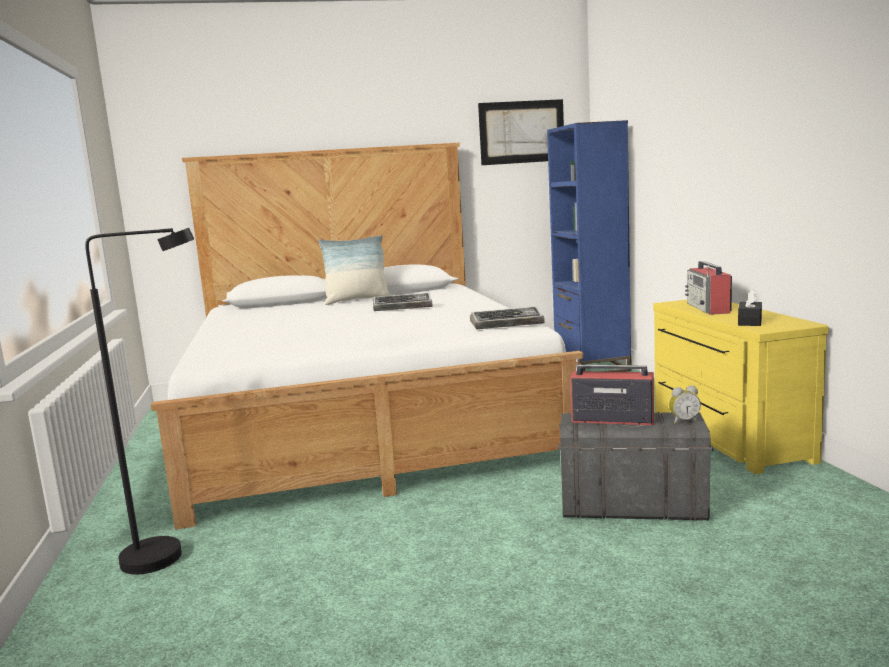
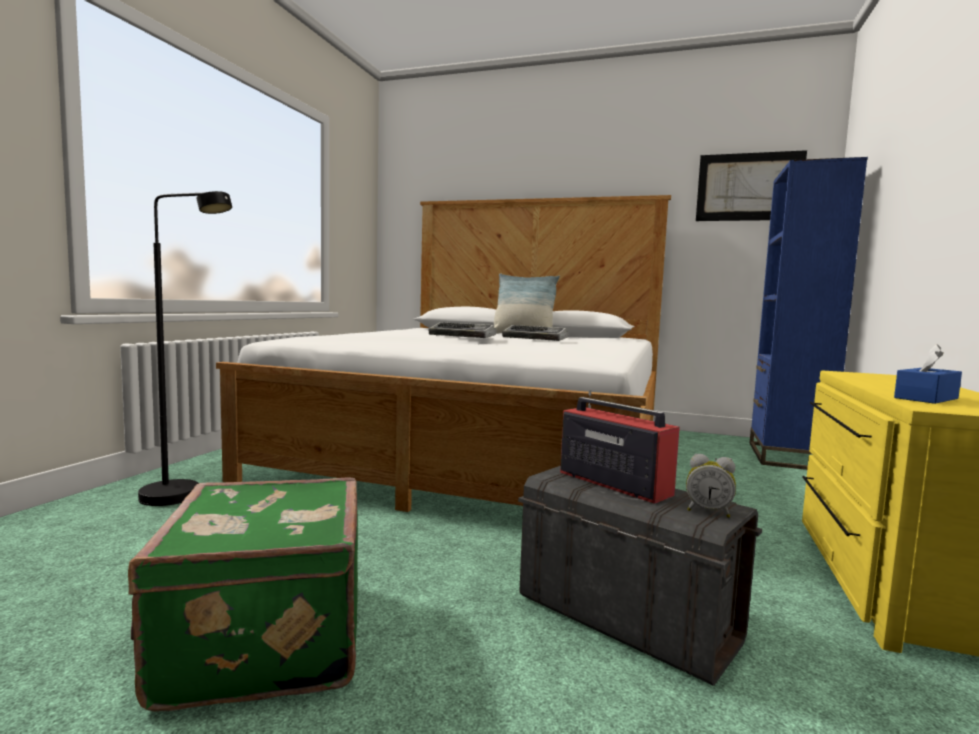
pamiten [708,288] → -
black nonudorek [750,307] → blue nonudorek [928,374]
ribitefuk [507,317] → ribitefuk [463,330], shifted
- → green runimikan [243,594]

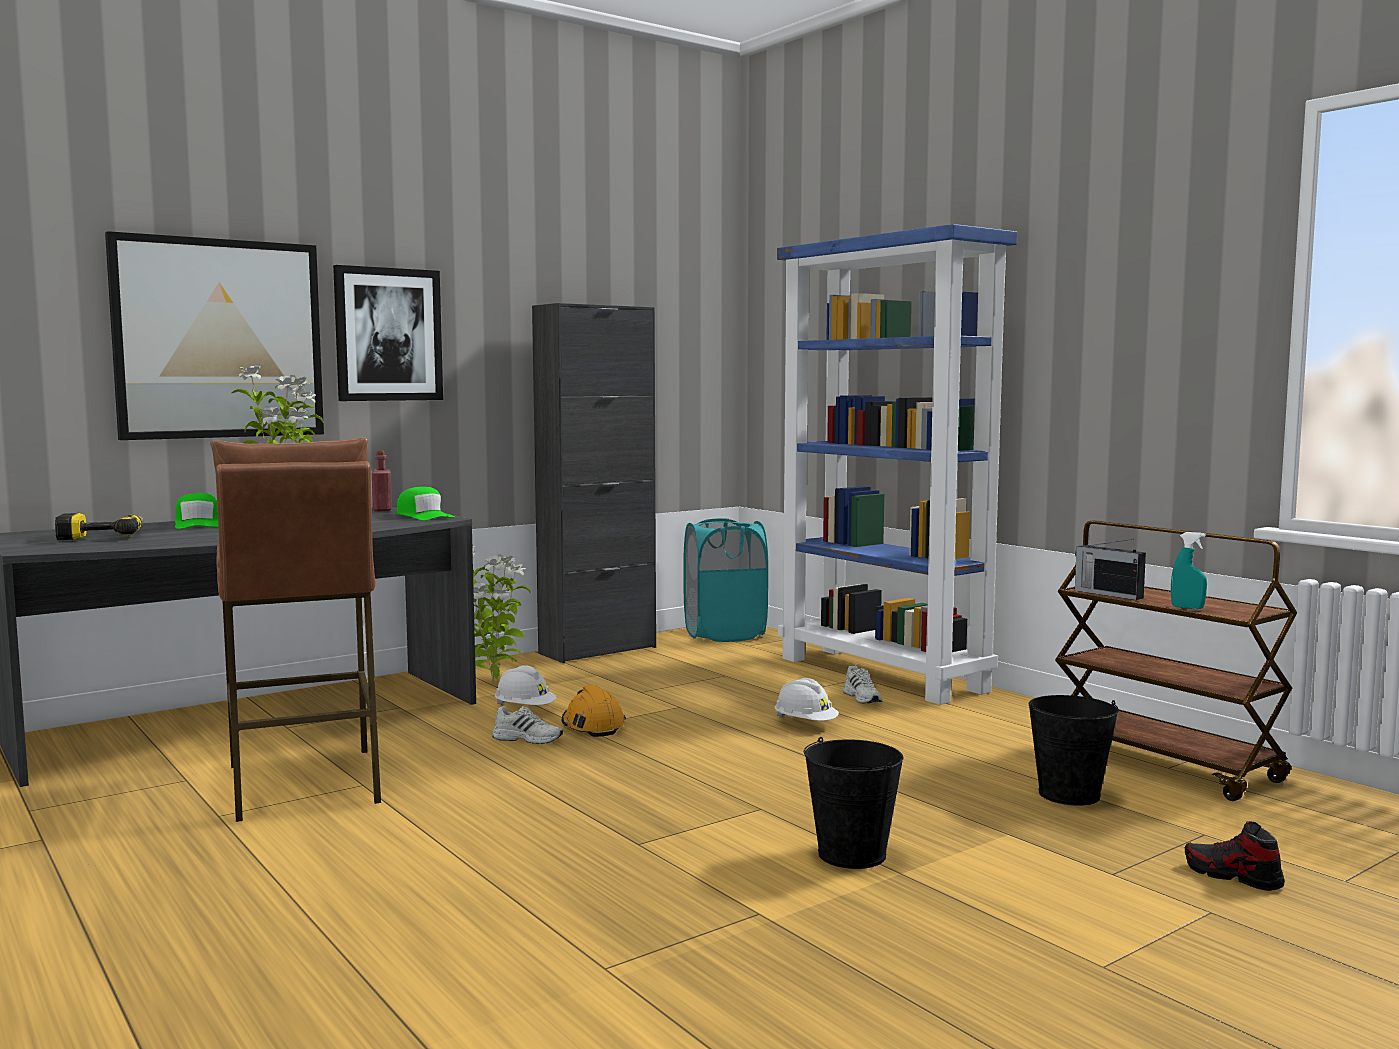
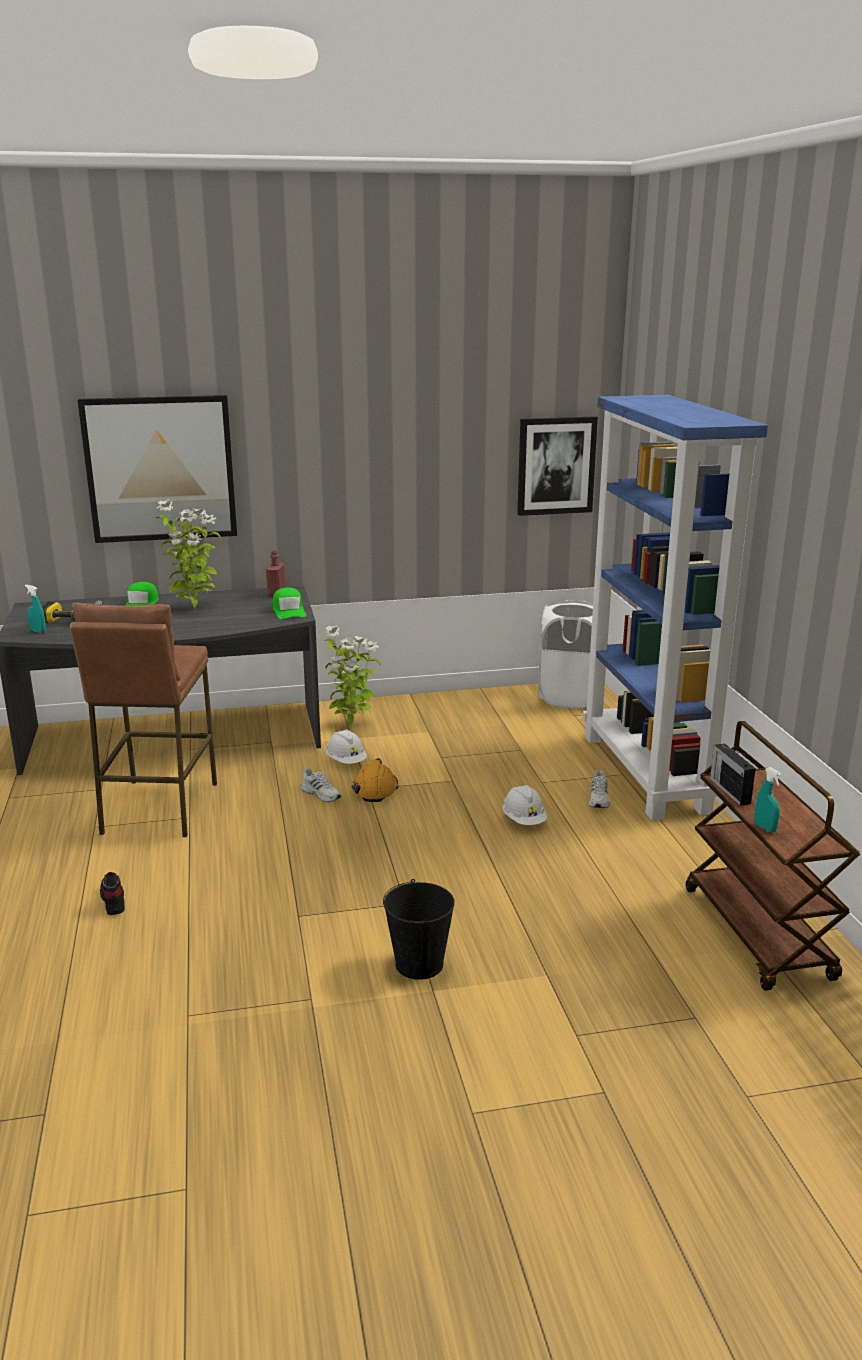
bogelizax [388,333] → bogelizax [557,466], shifted
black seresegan [594,483] → -
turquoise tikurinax [726,580] → white tikurinax [565,654]
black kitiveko [1074,750] → -
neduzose [1234,856] → neduzose [112,893], shifted
- → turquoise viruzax [35,609]

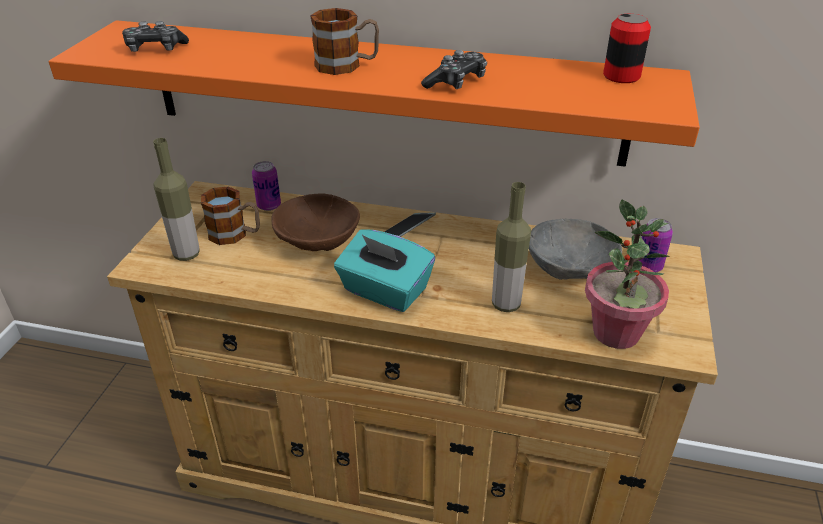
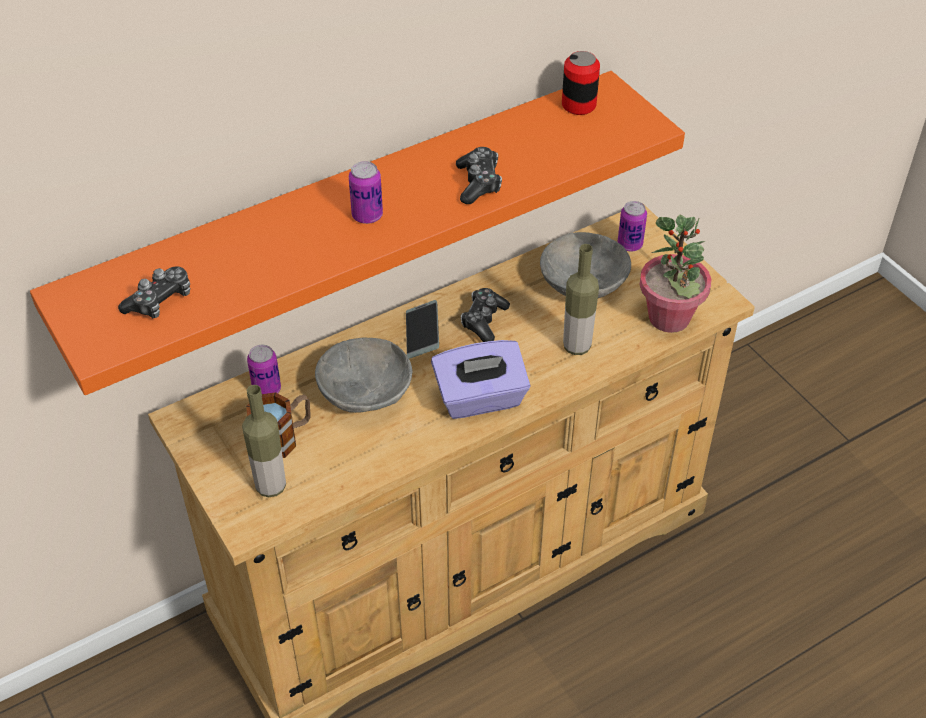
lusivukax [344,41] → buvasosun [366,192]
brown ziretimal [316,222] → grey ziretimal [364,375]
turquoise nonudorek [384,270] → purple nonudorek [480,379]
- → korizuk [485,315]

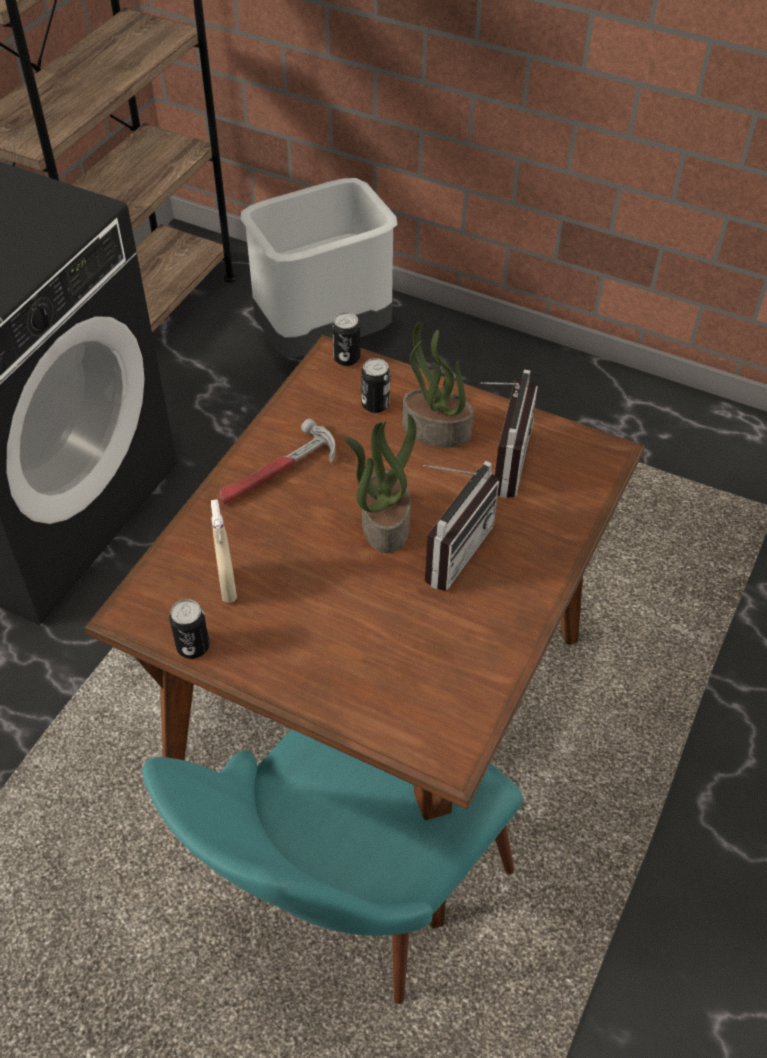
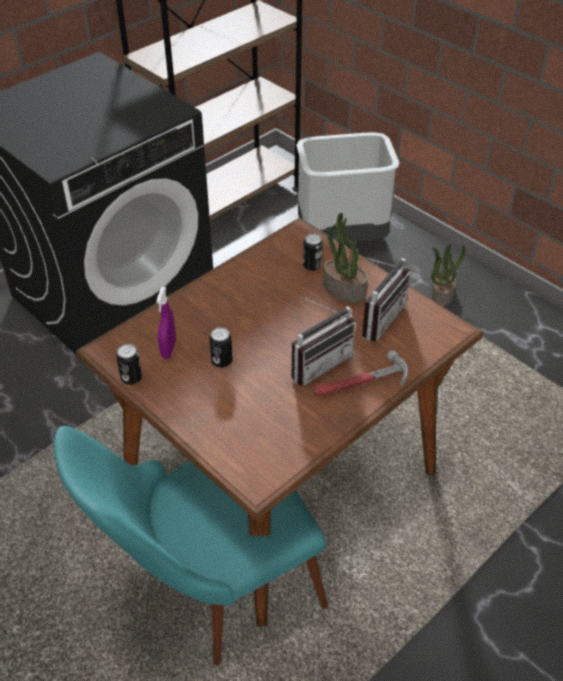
buvasosun [346,339] → buvasosun [221,347], shifted
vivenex [380,483] → vivenex [448,274], shifted
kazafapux [277,462] → kazafapux [361,373], shifted
beige viruzax [224,551] → purple viruzax [166,323]

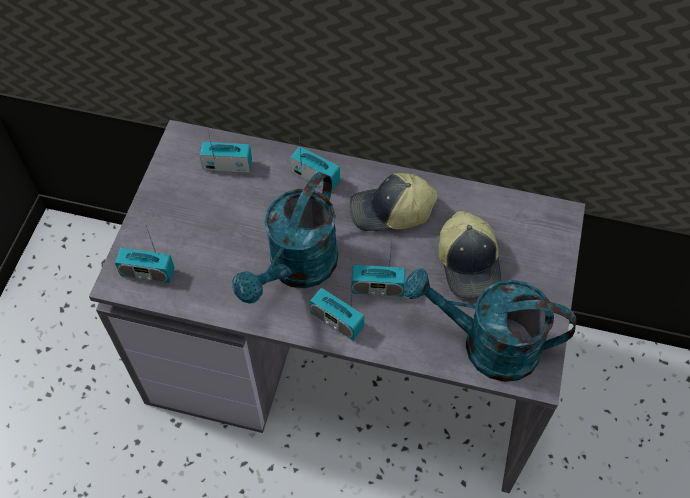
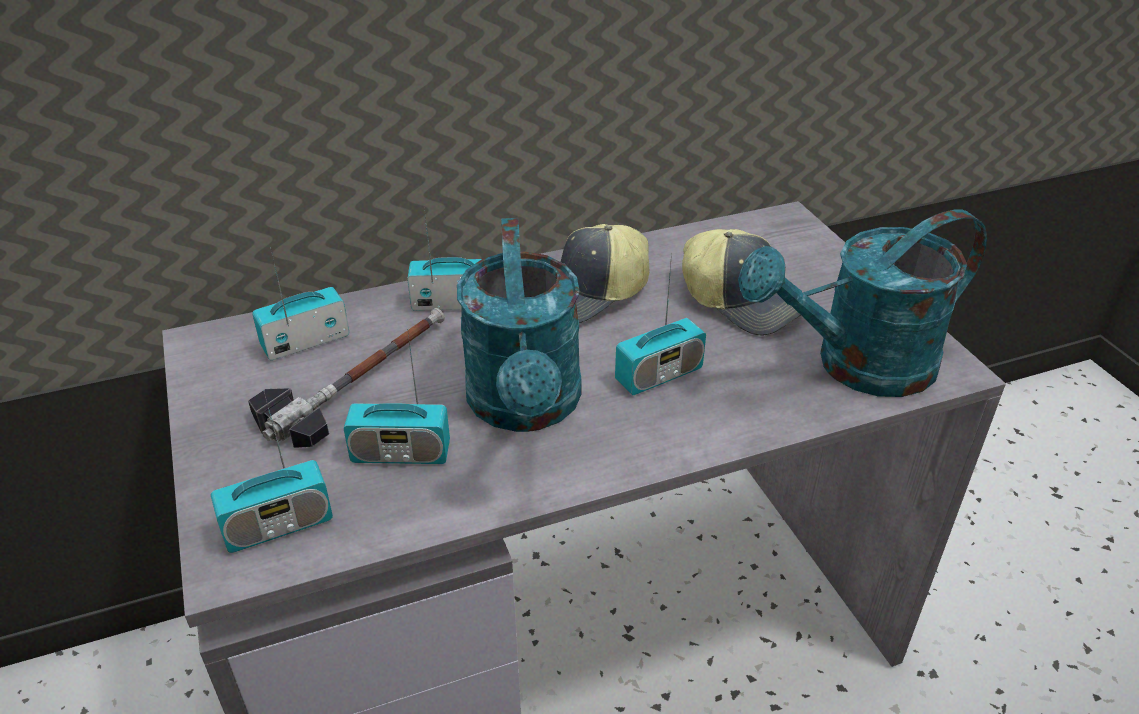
pamiten [337,314] → pamiten [397,396], shifted
- → kazafapux [346,378]

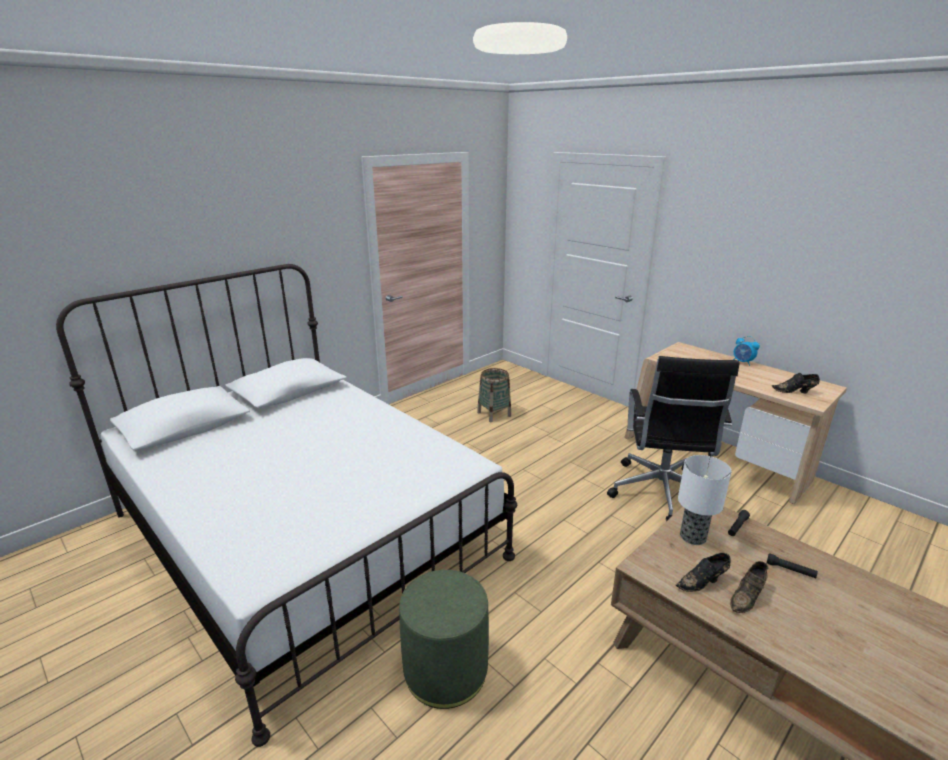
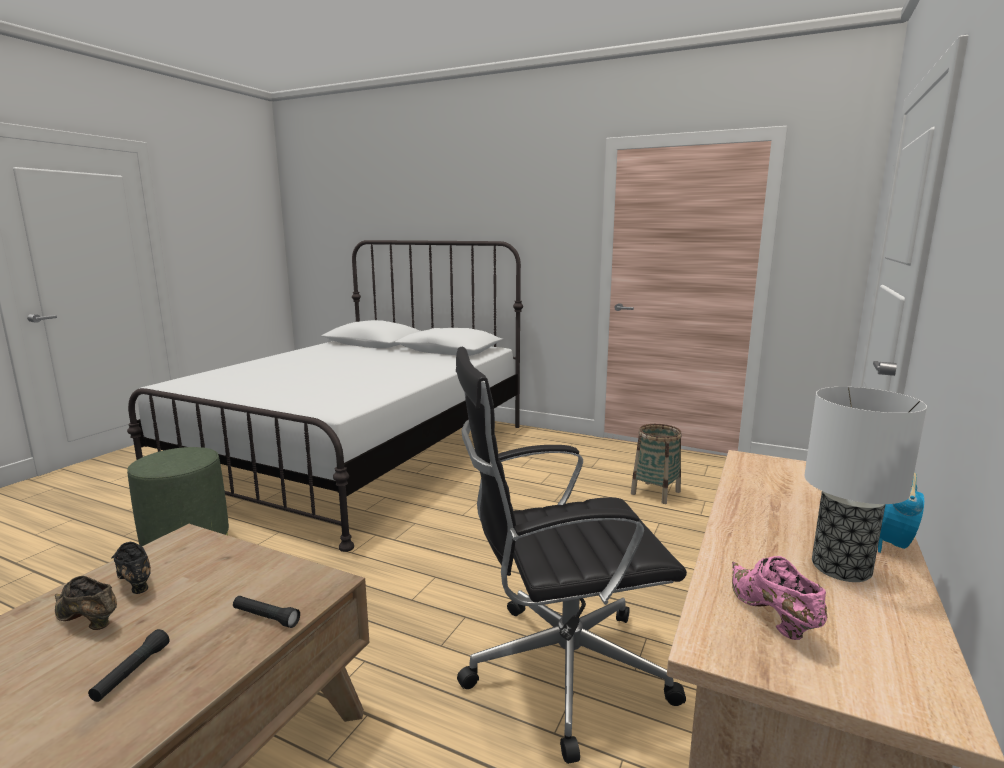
black neduzose [796,383] → pink neduzose [779,598]
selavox [705,500] → selavox [865,484], shifted

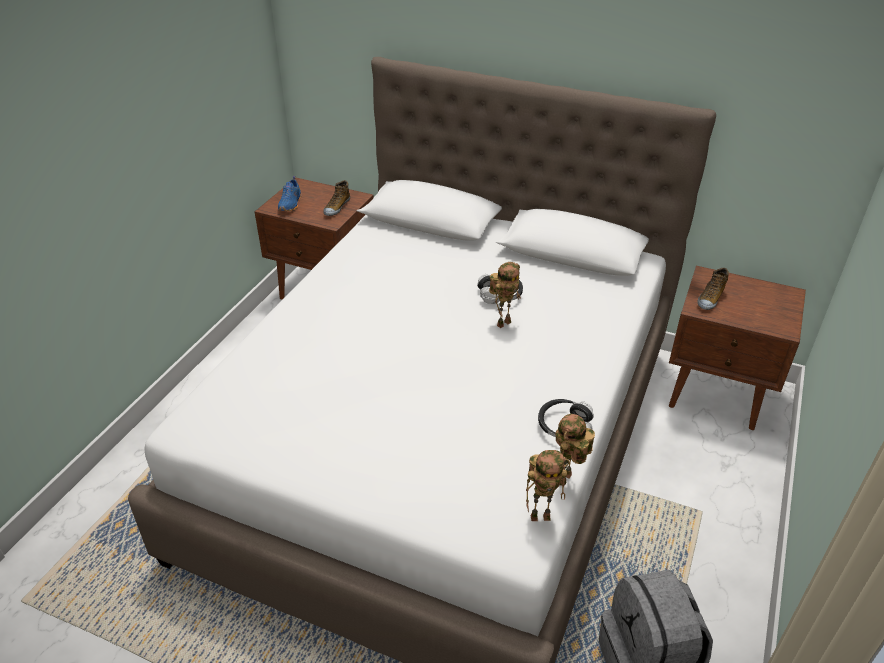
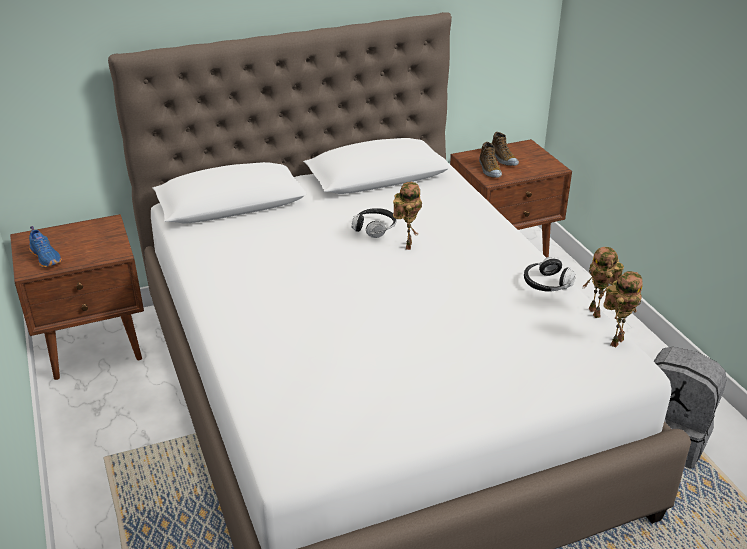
neduzose [336,198] → neduzose [505,149], shifted

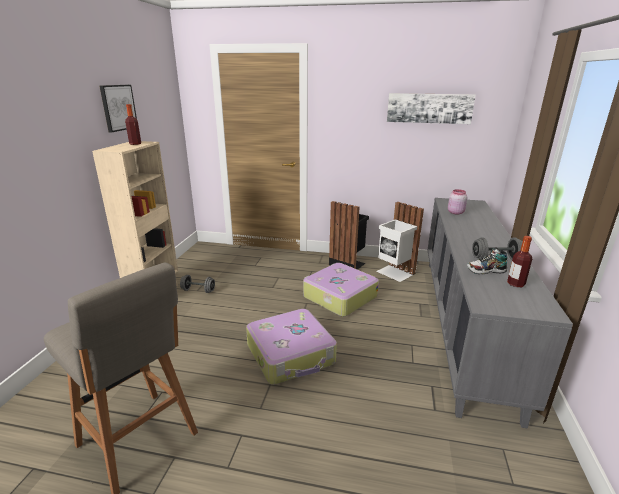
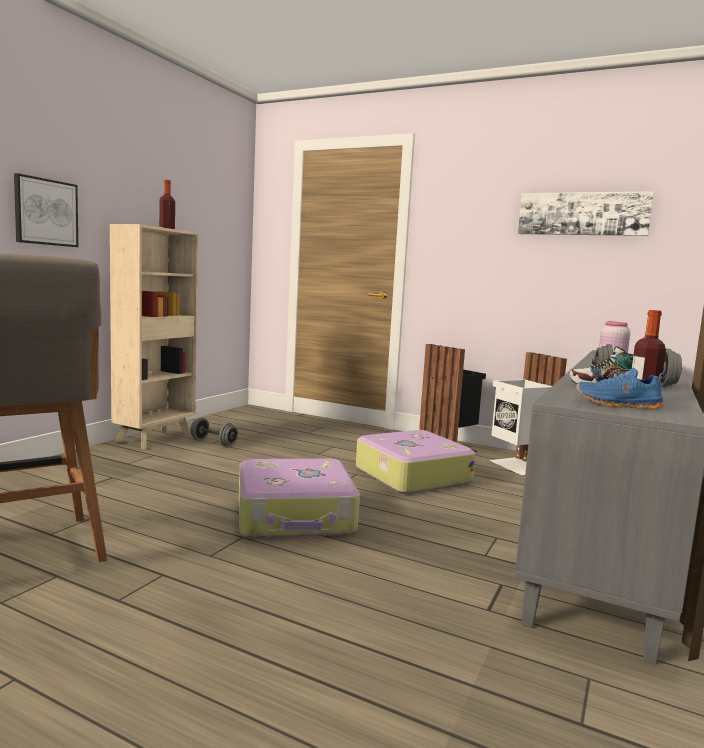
bogelizax [118,109] → bogelizax [46,210], shifted
- → blue neduzose [621,388]

